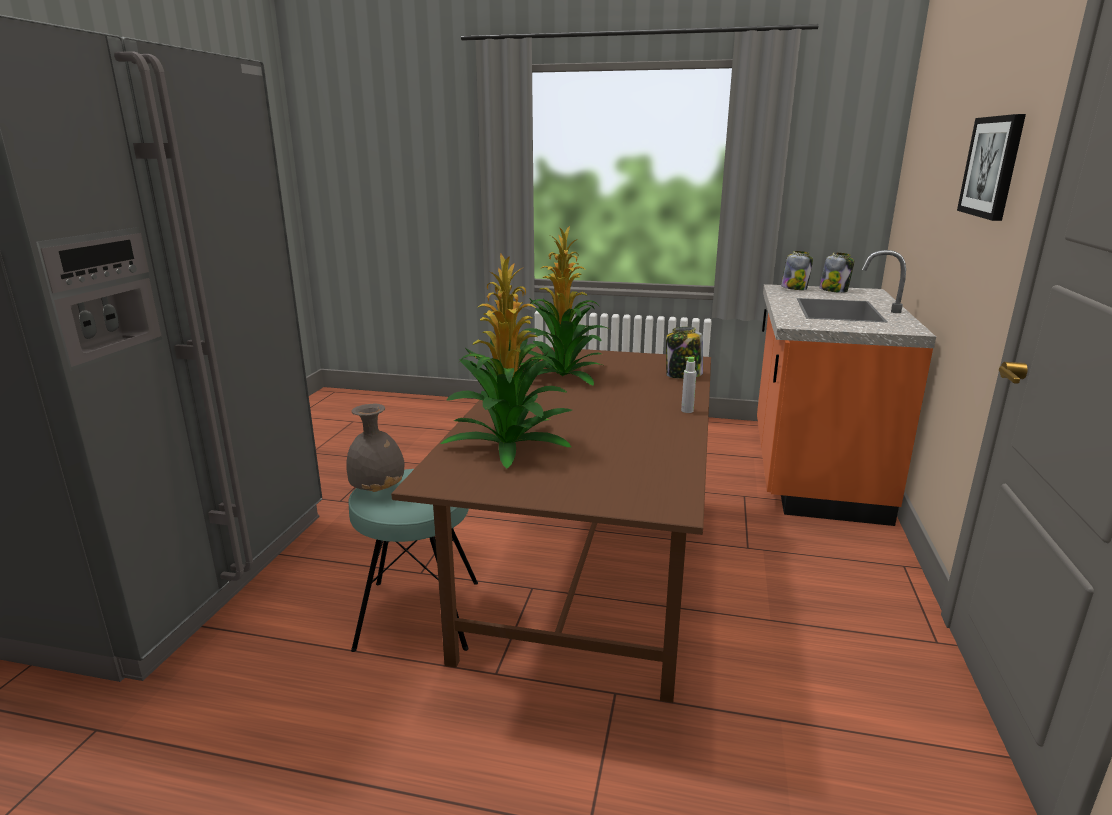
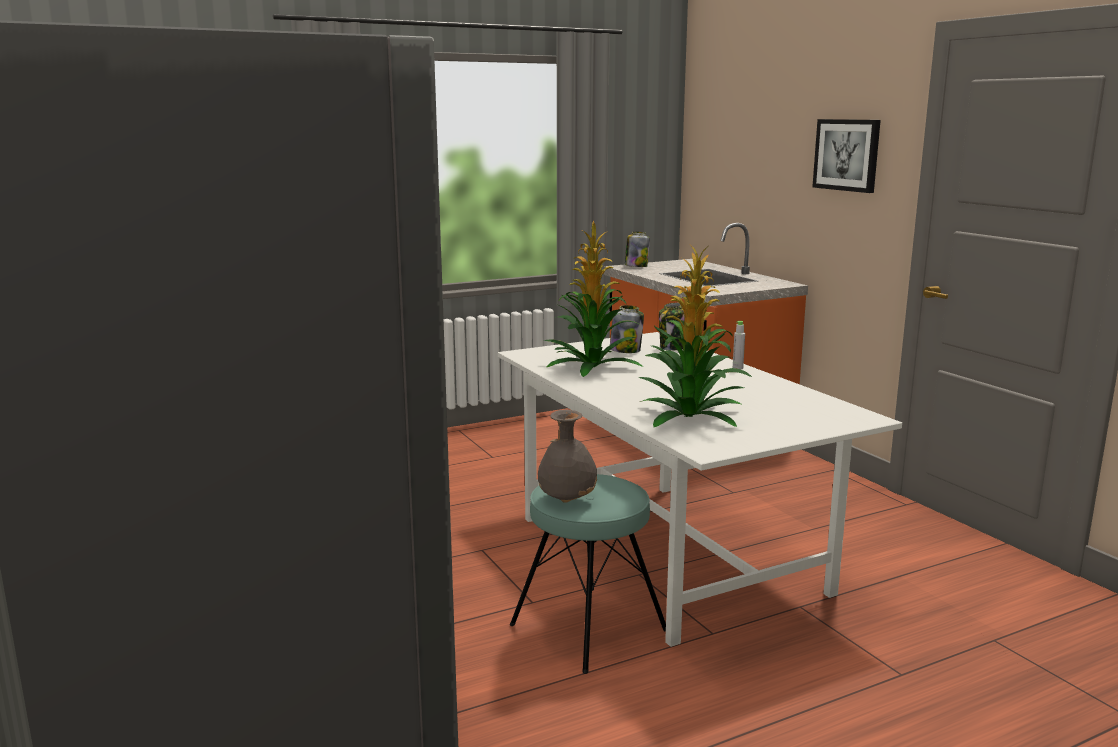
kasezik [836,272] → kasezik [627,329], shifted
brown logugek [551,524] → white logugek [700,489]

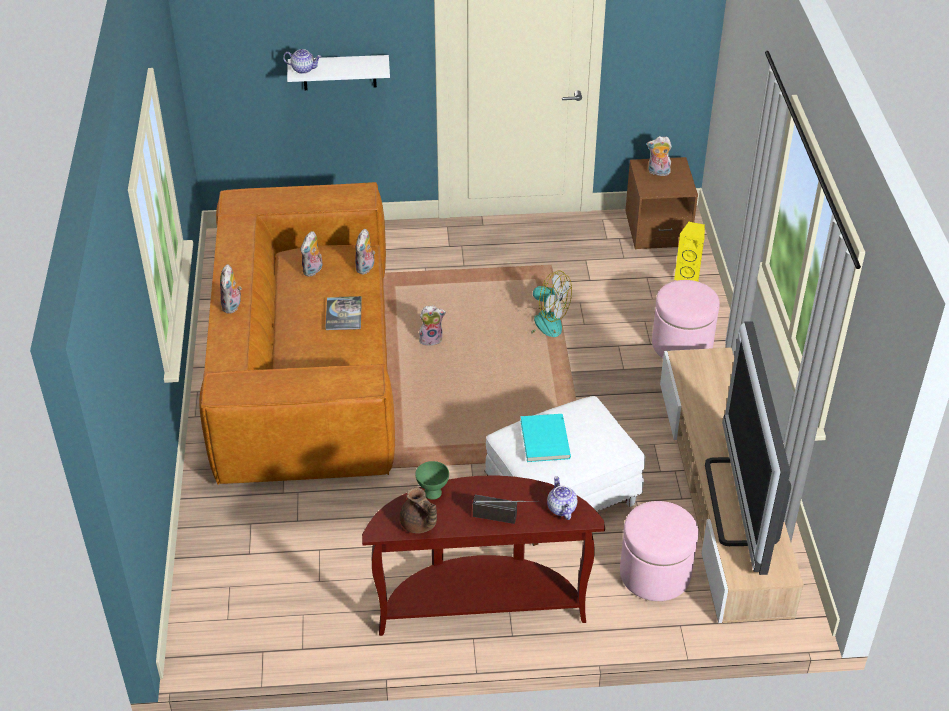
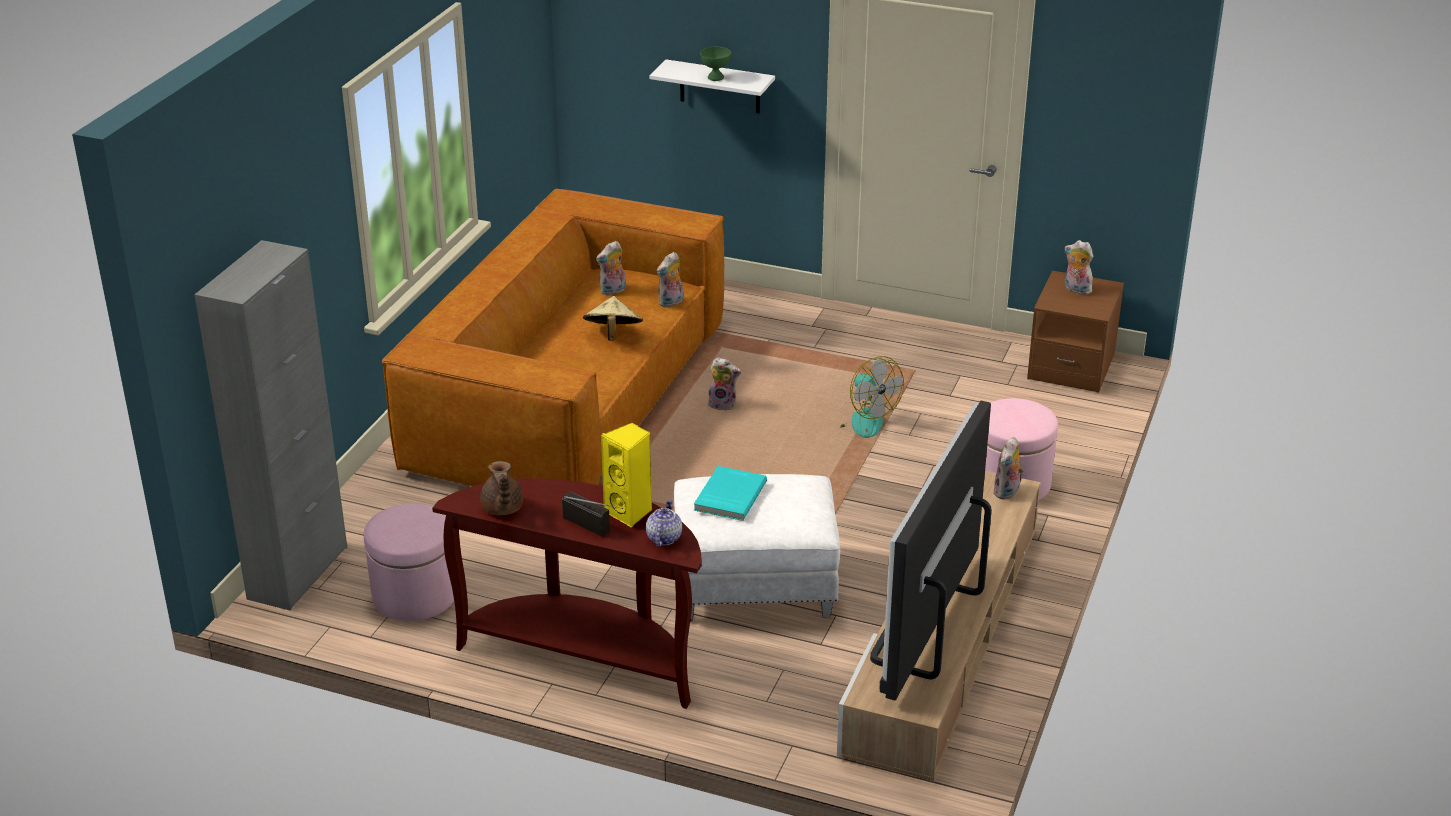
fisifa [302,61] → -
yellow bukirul [689,252] → yellow bukirul [626,475], shifted
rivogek [231,289] → rivogek [1008,468], shifted
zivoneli [343,313] → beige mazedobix [613,318]
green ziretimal [432,480] → green ziretimal [715,64], shifted
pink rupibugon [659,551] → pink rupibugon [409,562], shifted
- → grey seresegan [270,425]

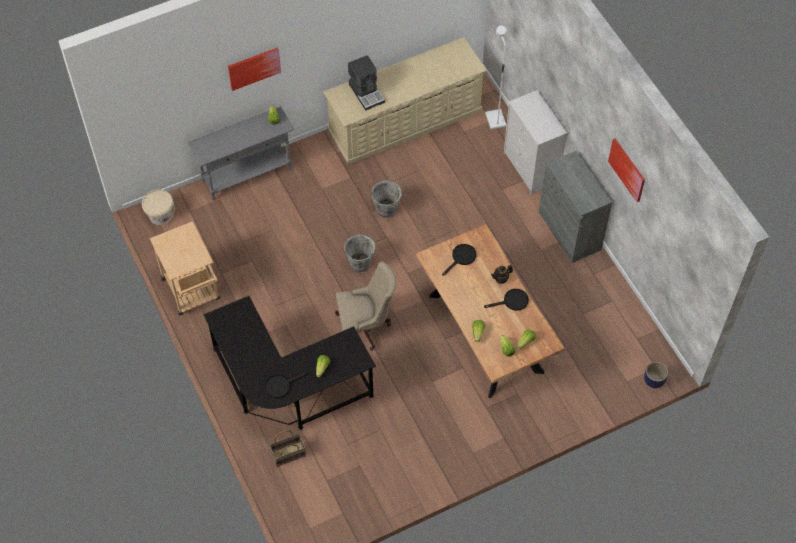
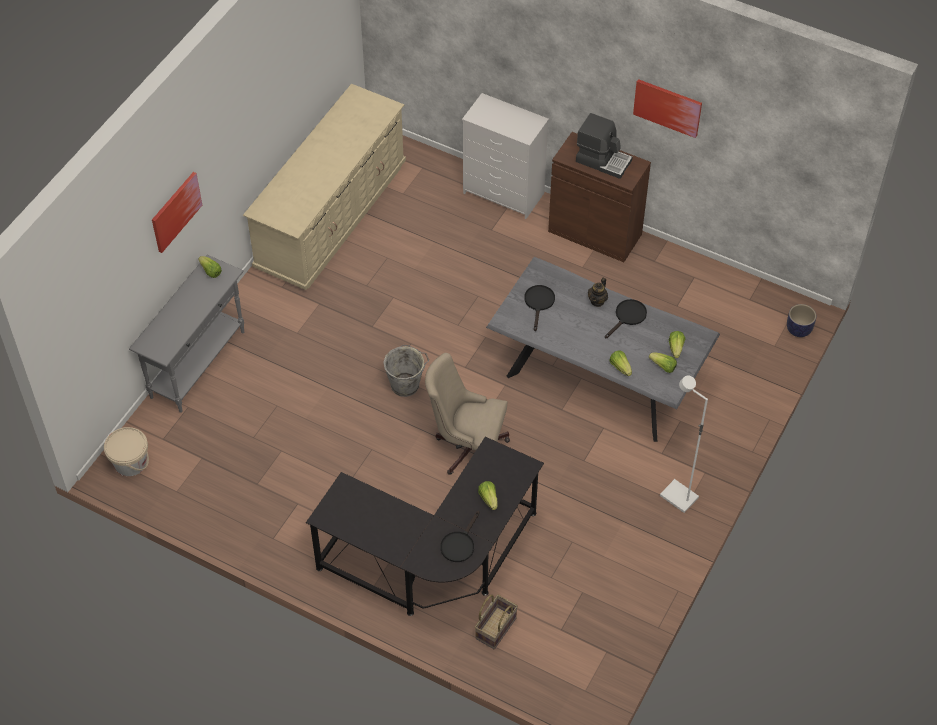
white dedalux [496,77] → white dedalux [684,444], shifted
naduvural [366,82] → naduvural [604,146], shifted
grey seresegan [575,207] → brown seresegan [599,197]
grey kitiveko [387,199] → -
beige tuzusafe [185,268] → -
brown logugek [491,311] → grey logugek [603,349]
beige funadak [366,306] → beige funadak [467,414], 120 degrees counterclockwise

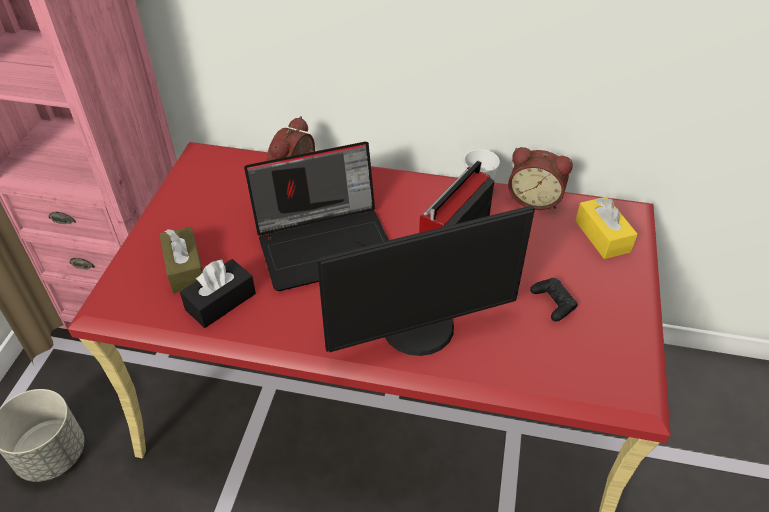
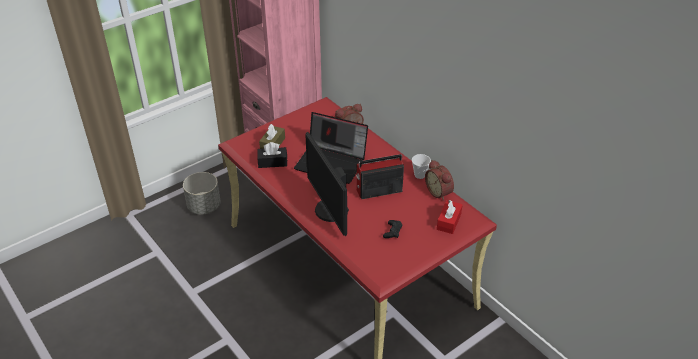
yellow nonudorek [606,228] → red nonudorek [450,217]
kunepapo [426,281] → kunepapo [327,184], 45 degrees clockwise

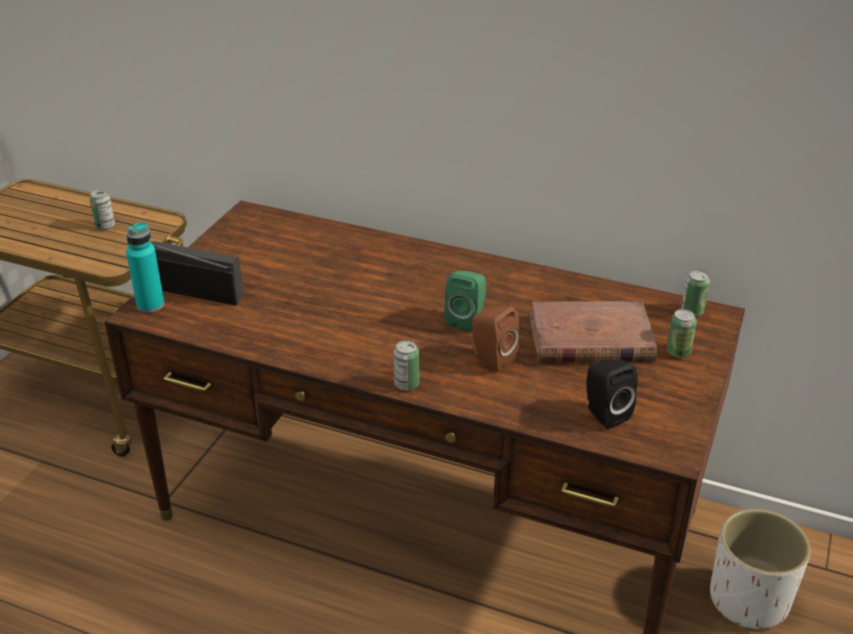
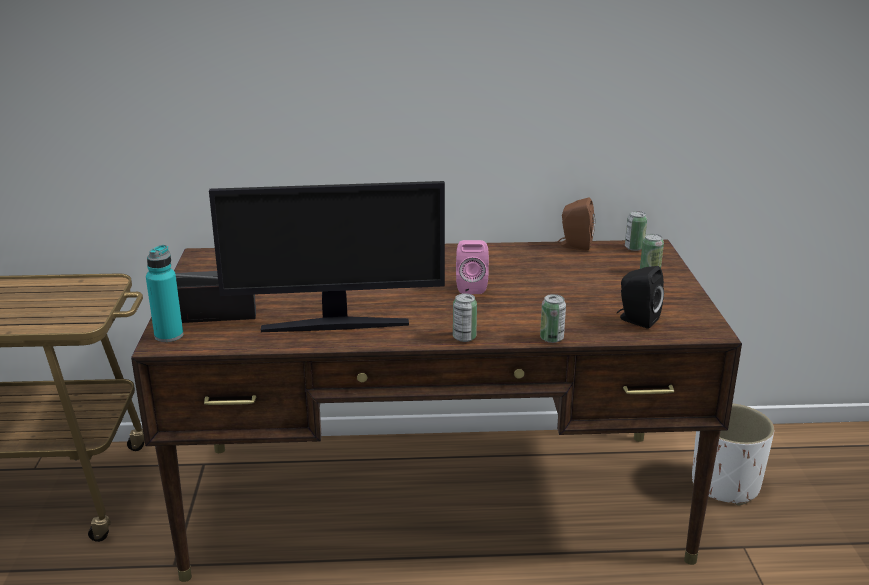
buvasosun [102,210] → buvasosun [553,318], shifted
green bukirul [465,301] → pink bukirul [472,267]
brown zivoneli [593,332] → -
brown bukirul [495,338] → brown bukirul [576,224], shifted
- → kunepapo [327,256]

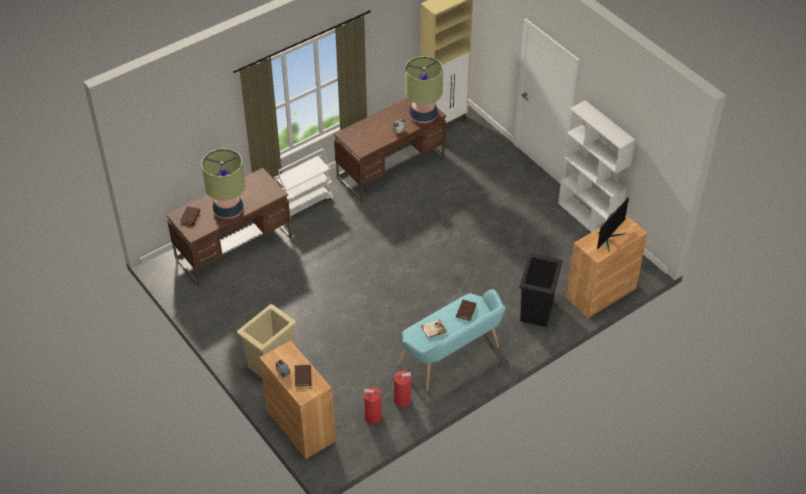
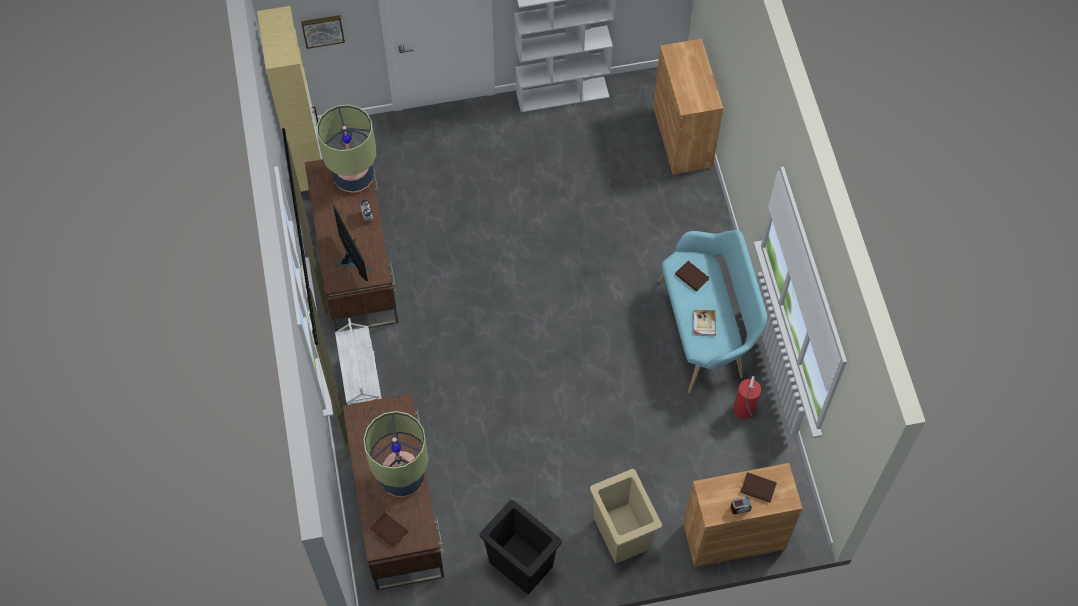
kunepapo [613,224] → kunepapo [352,243], shifted
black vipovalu [541,290] → black vipovalu [521,547], shifted
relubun [377,405] → -
- → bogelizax [323,32]

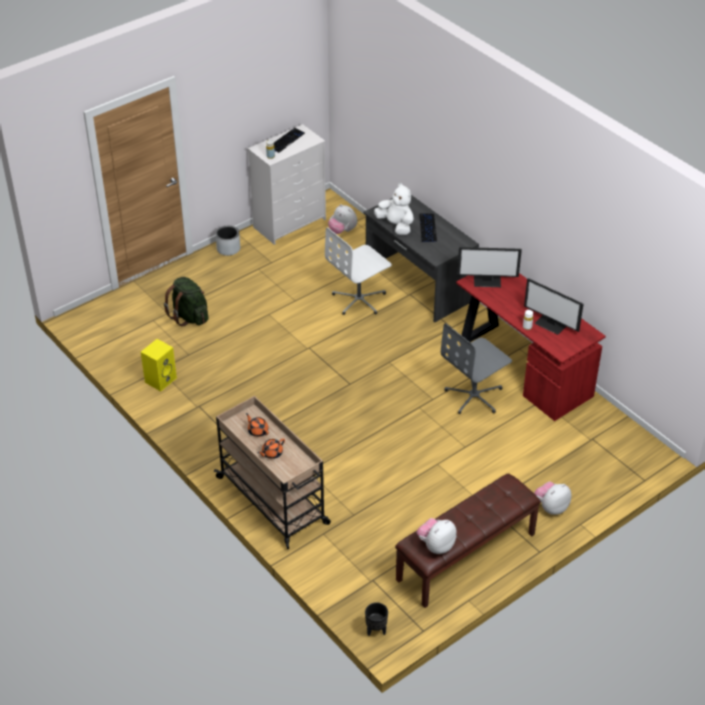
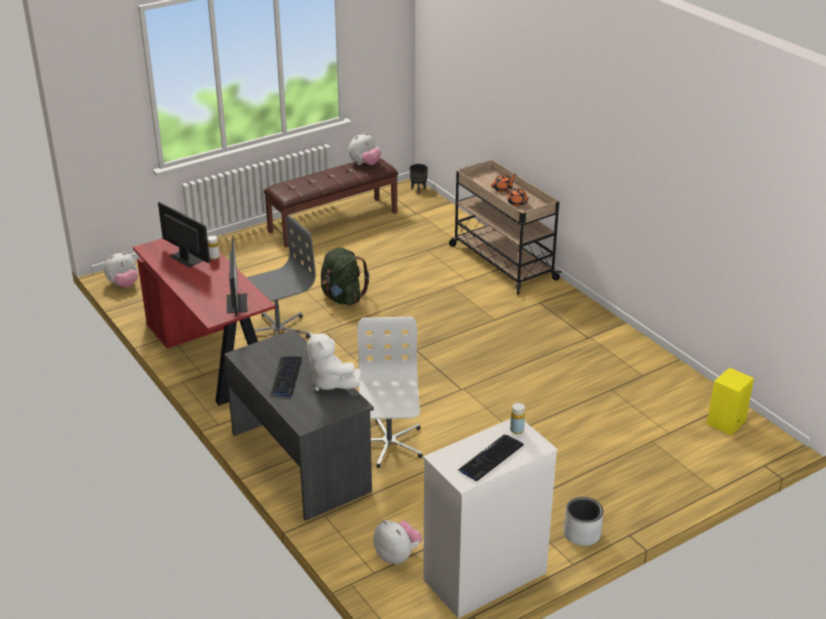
white funadak [358,271] → white funadak [390,392], 60 degrees counterclockwise
kunepapo [489,267] → kunepapo [237,277], 75 degrees clockwise
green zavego [186,302] → green zavego [345,277], shifted
yellow bukirul [159,365] → yellow bukirul [730,401], shifted
rivogek [552,498] → rivogek [121,270], shifted

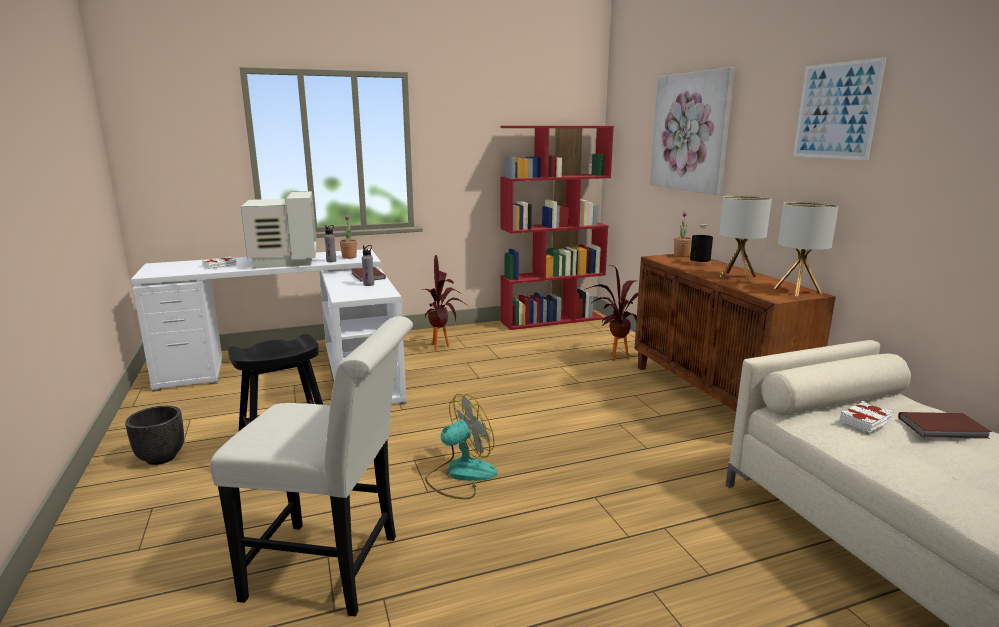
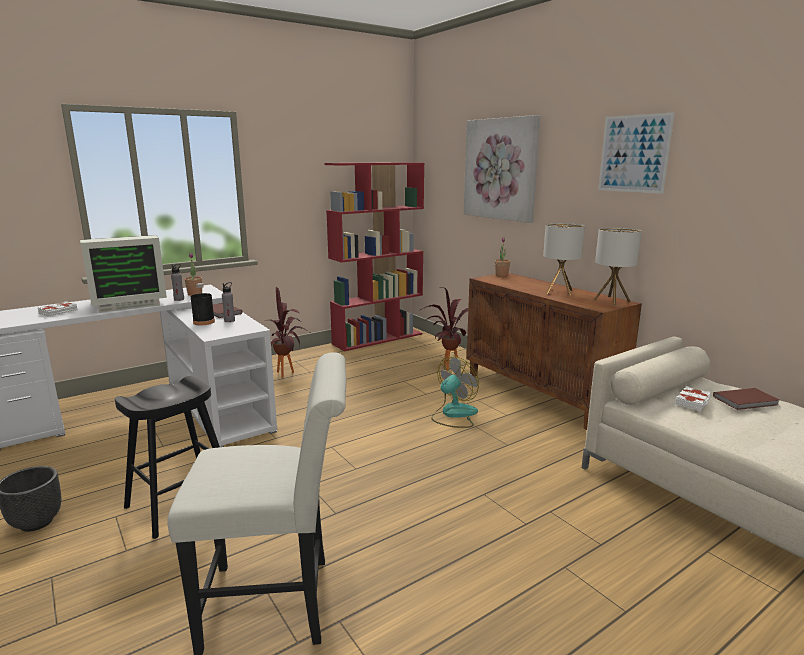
kunepapo [279,230] → kunepapo [123,274], 90 degrees clockwise
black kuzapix [701,245] → black kuzapix [202,304], shifted
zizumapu [461,446] → zizumapu [455,392], shifted

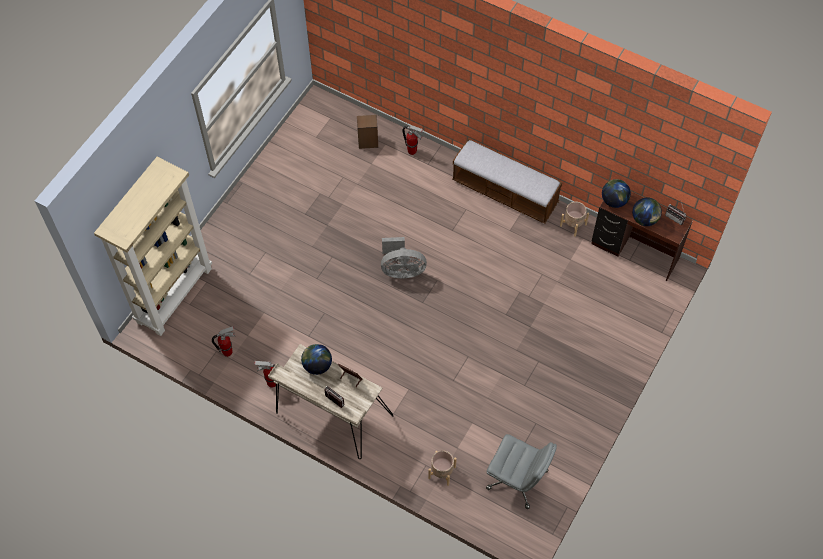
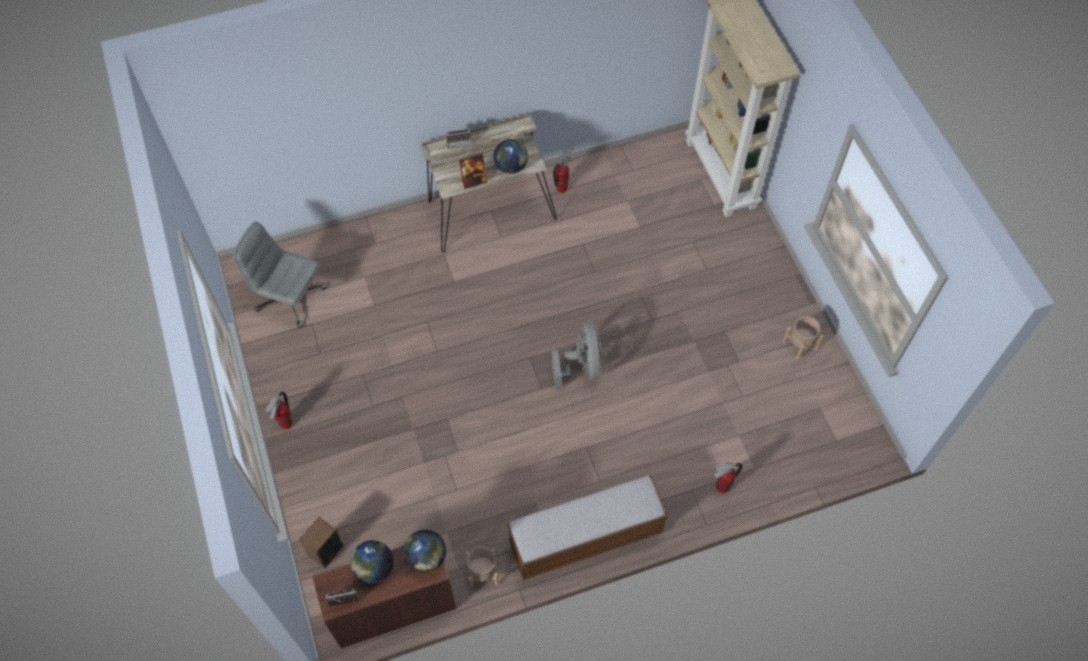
bukirul [367,132] → bukirul [321,542], shifted
grey zizumapu [404,257] → grey zizumapu [577,356], 135 degrees clockwise
relubun [224,341] → relubun [278,410], shifted
grey funadak [521,471] → grey funadak [279,275], 45 degrees clockwise
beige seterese [442,468] → beige seterese [803,338], shifted

